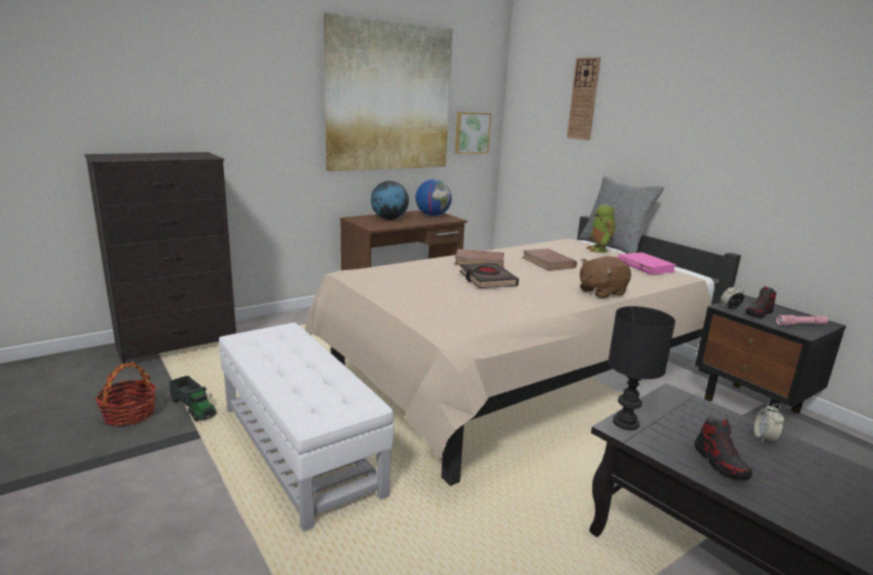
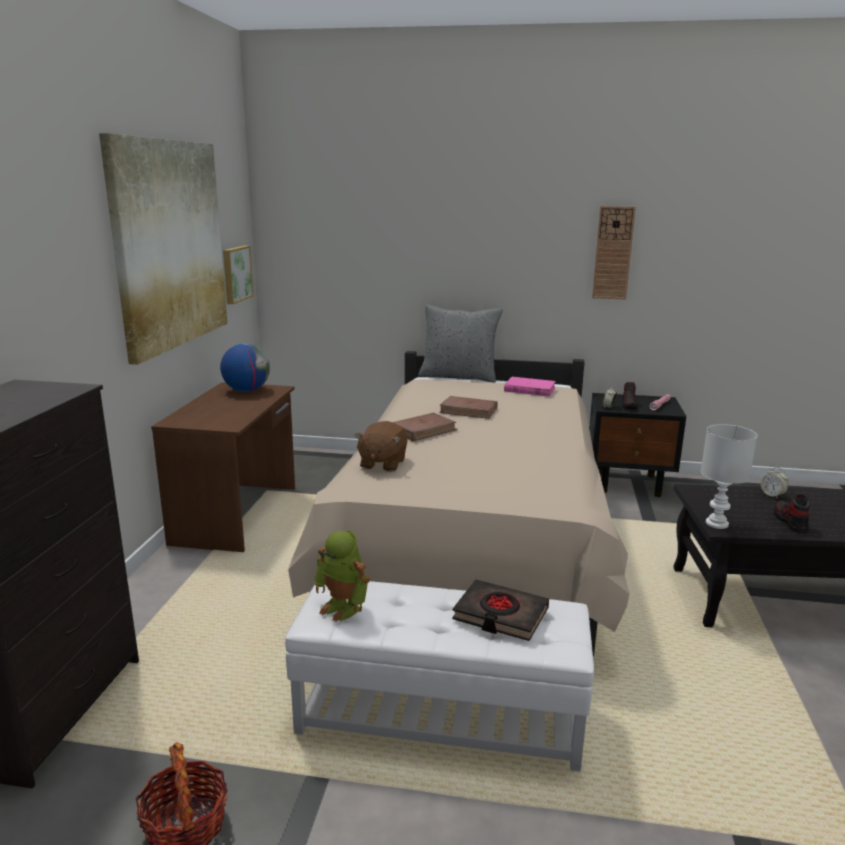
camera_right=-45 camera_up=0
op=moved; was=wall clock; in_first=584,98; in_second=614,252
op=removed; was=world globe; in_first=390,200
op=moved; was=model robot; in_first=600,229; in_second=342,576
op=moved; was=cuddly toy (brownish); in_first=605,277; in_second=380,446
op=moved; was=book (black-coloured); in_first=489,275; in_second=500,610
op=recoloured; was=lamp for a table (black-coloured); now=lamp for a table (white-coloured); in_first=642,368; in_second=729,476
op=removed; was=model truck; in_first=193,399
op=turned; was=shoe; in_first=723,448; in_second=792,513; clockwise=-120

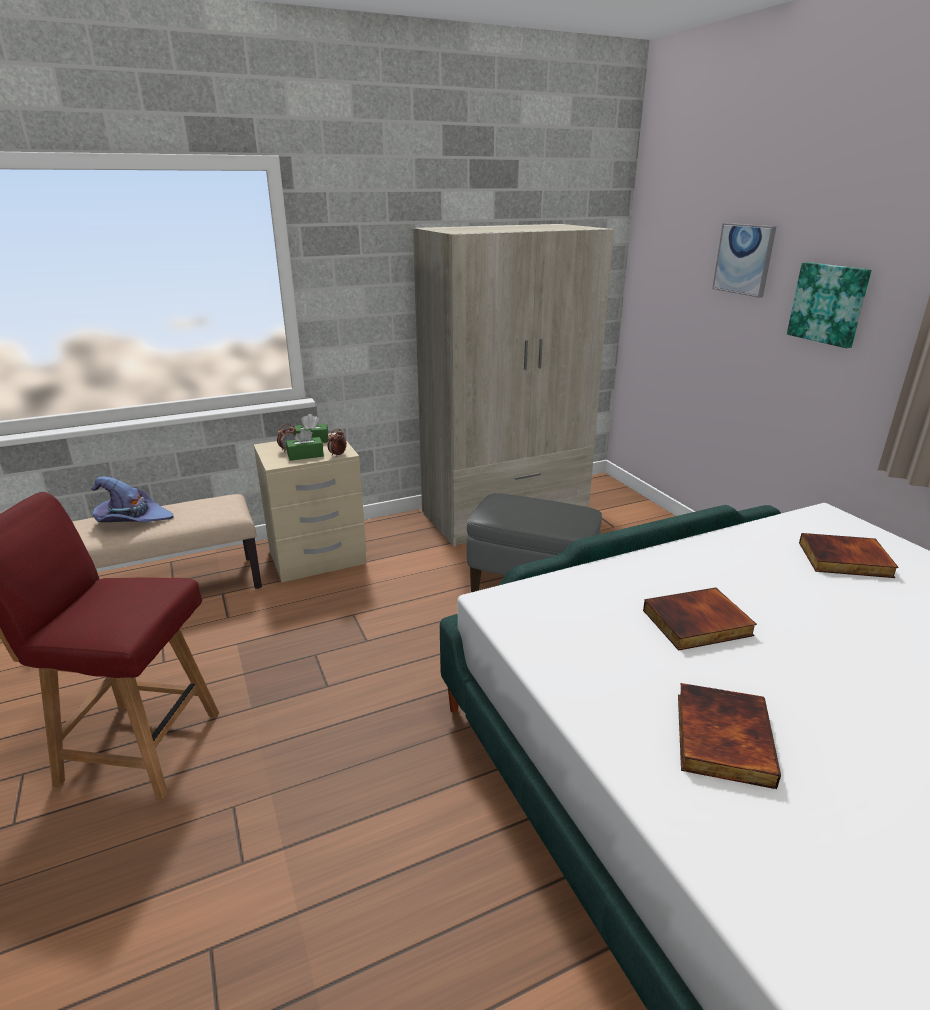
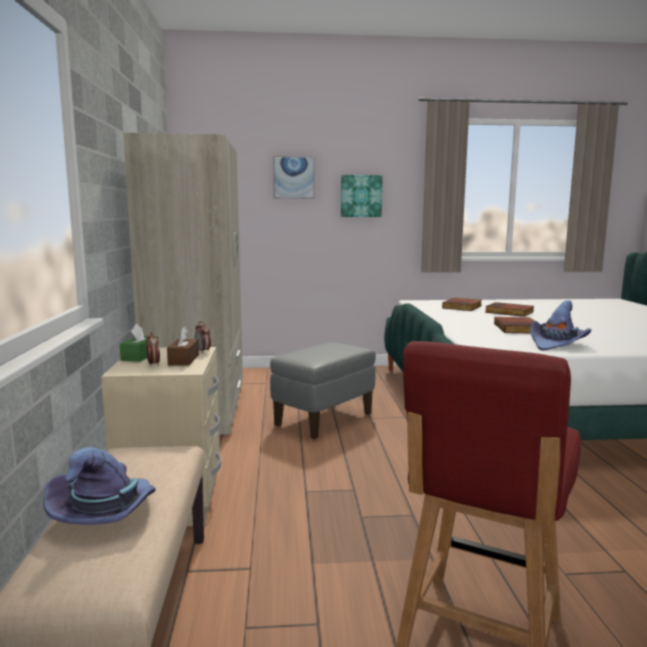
camera_right=-70 camera_up=-15
op=recoloured; was=box of tissues (greenish); now=box of tissues (brownish); in_first=305,445; in_second=183,346
op=moved; was=book; in_first=729,736; in_second=509,309
op=added; now=clothing hat (purple-coloured); in_second=561,325

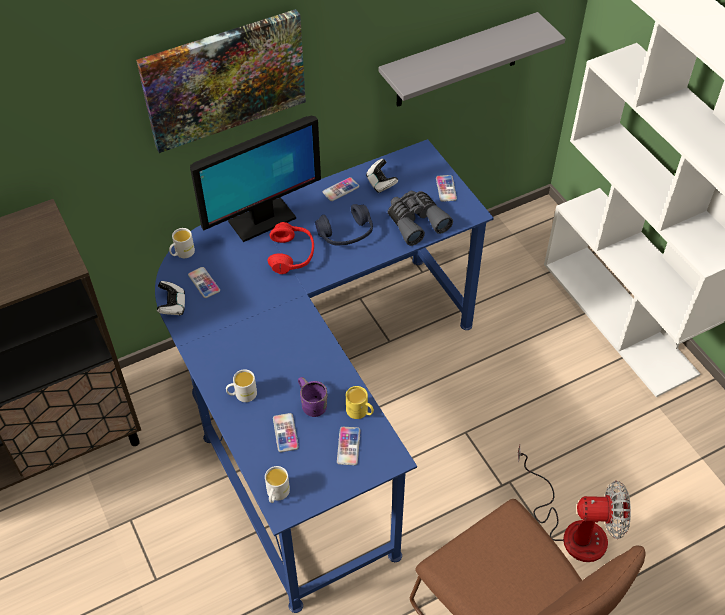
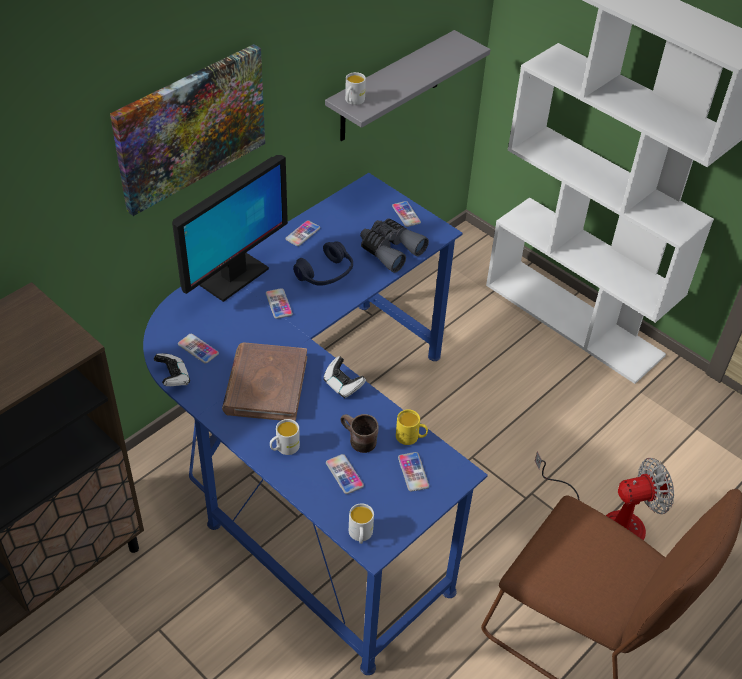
camera_right=-20 camera_up=-5
op=moved; was=joypad; in_first=382,176; in_second=344,377
op=replaced; was=headphones (reddish); now=telephone; in_first=291,248; in_second=279,303
op=moved; was=mug (white-coloured); in_first=182,243; in_second=355,88
op=recoloured; was=mug (purple-coloured); now=mug (brownish); in_first=312,397; in_second=359,433
op=added; now=book (brownish); in_second=264,381

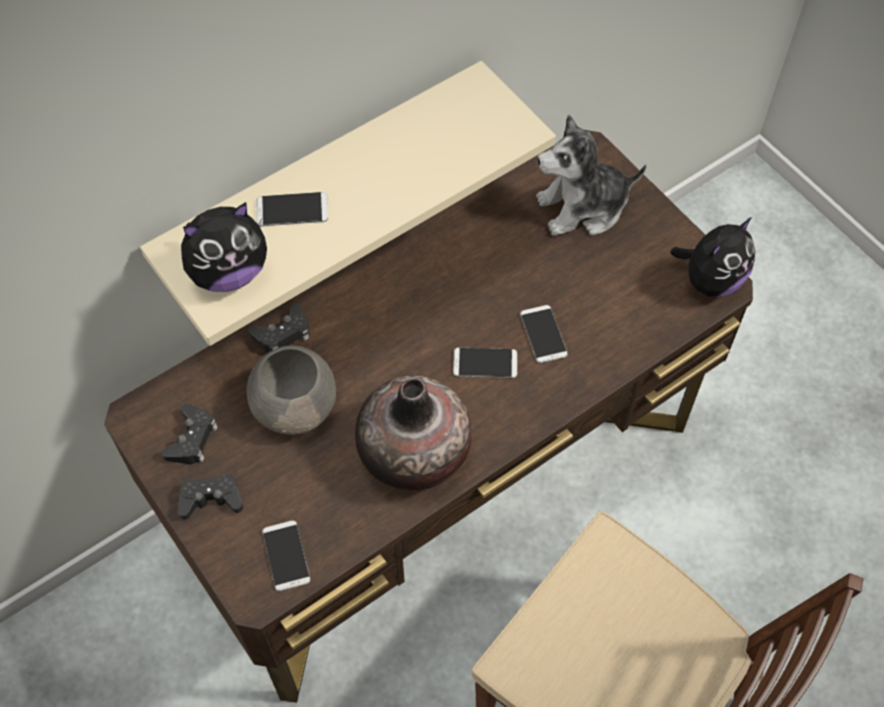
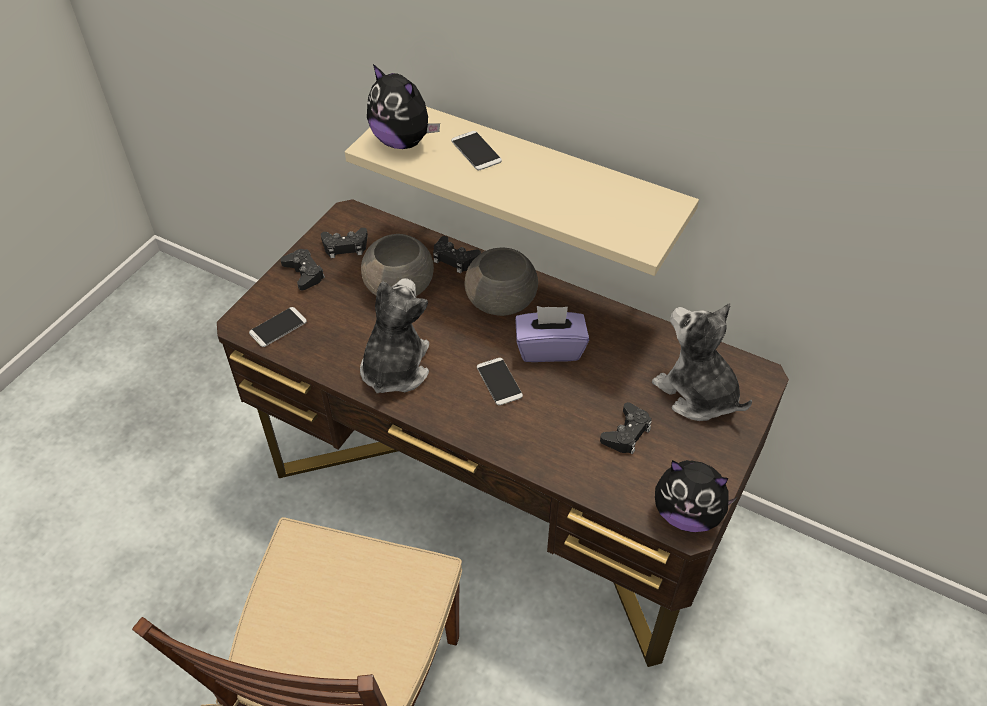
camera_right=65 camera_up=-10
op=removed; was=telephone; in_first=544,334
op=replaced; was=flower vase; now=cuddly toy; in_first=413,433; in_second=394,335
op=added; now=serving bowl (greyish); in_second=501,282
op=added; now=box of tissues (purple-coloured); in_second=552,334
op=added; now=joypad (black-coloured); in_second=626,428

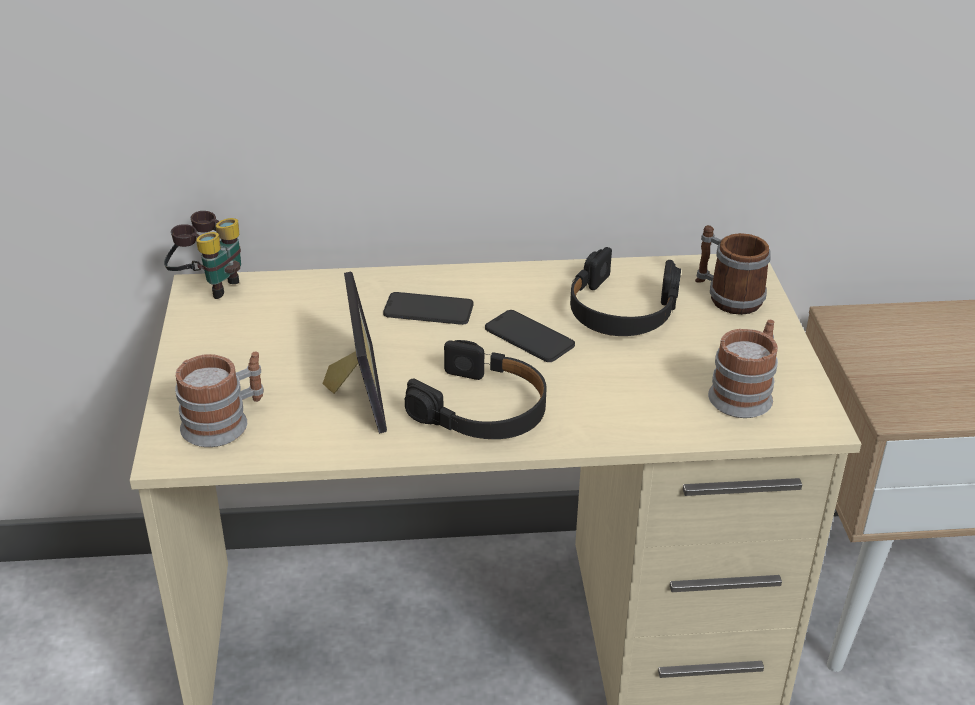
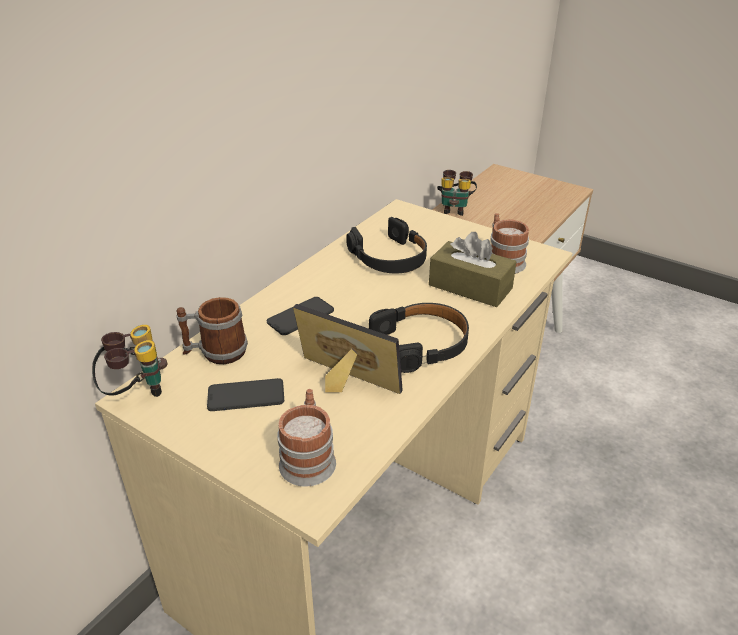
camera_right=-50 camera_up=0
op=moved; was=mug; in_first=733,270; in_second=212,330
op=moved; was=telephone; in_first=530,336; in_second=245,394
op=added; now=binoculars; in_second=457,193
op=added; now=box of tissues (brownish); in_second=473,269

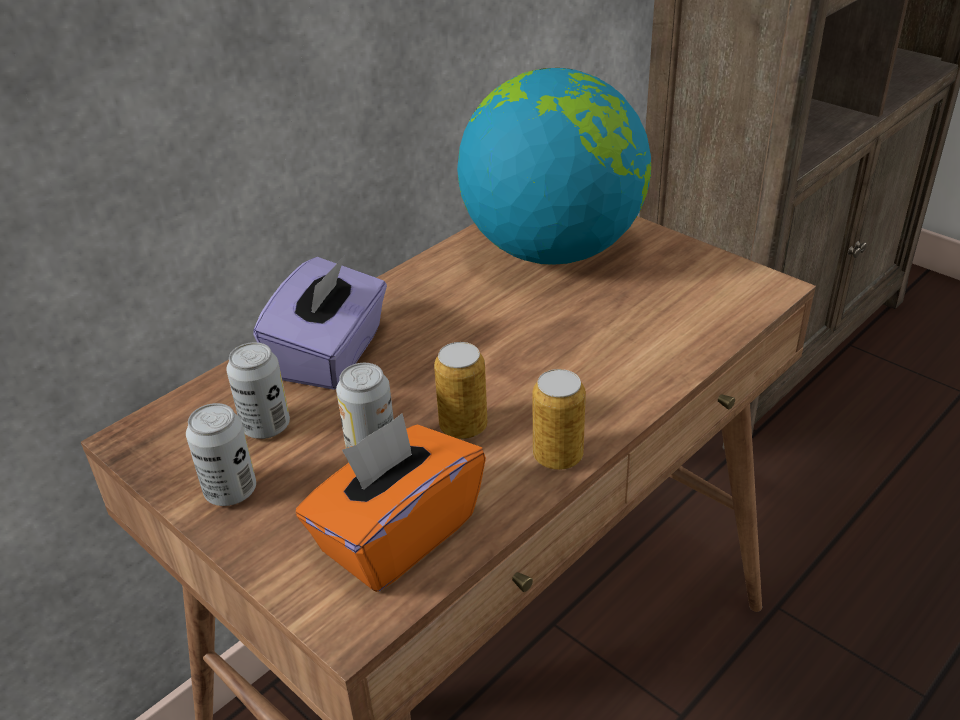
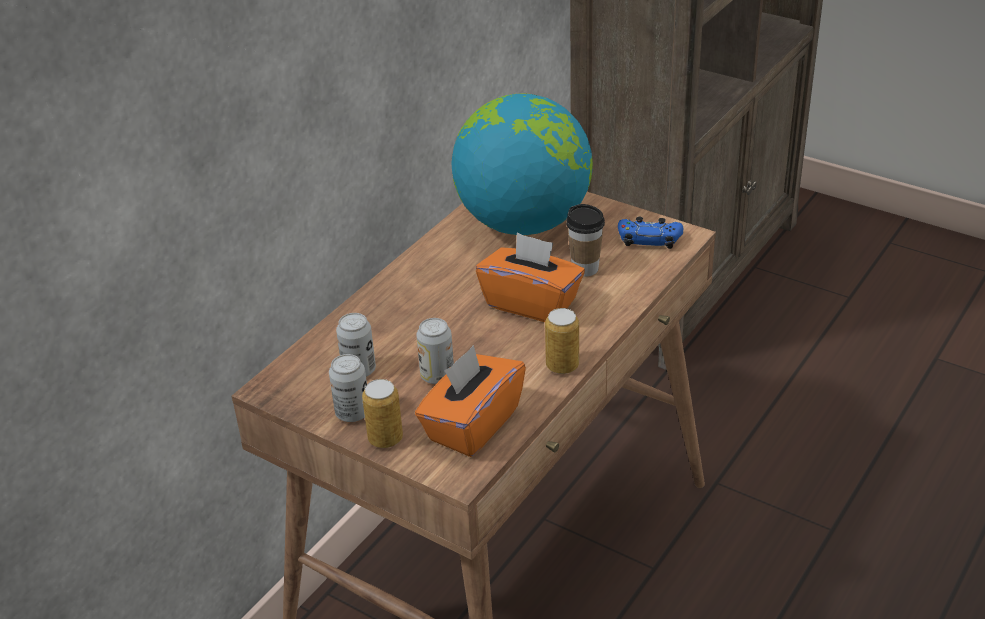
camera_right=-10 camera_up=0
op=removed; was=box of tissues (purple-coloured); in_first=320,322
op=moved; was=sealed can; in_first=461,390; in_second=382,413
op=added; now=small cup; in_second=585,240
op=added; now=joypad (blue-coloured); in_second=650,233
op=added; now=box of tissues (orange-coloured); in_second=530,277

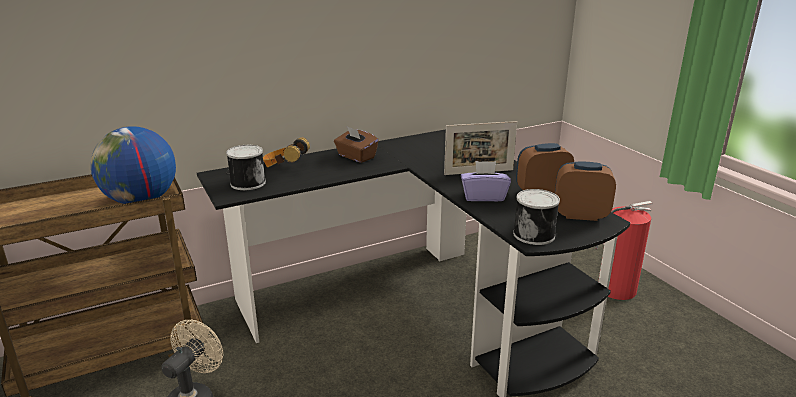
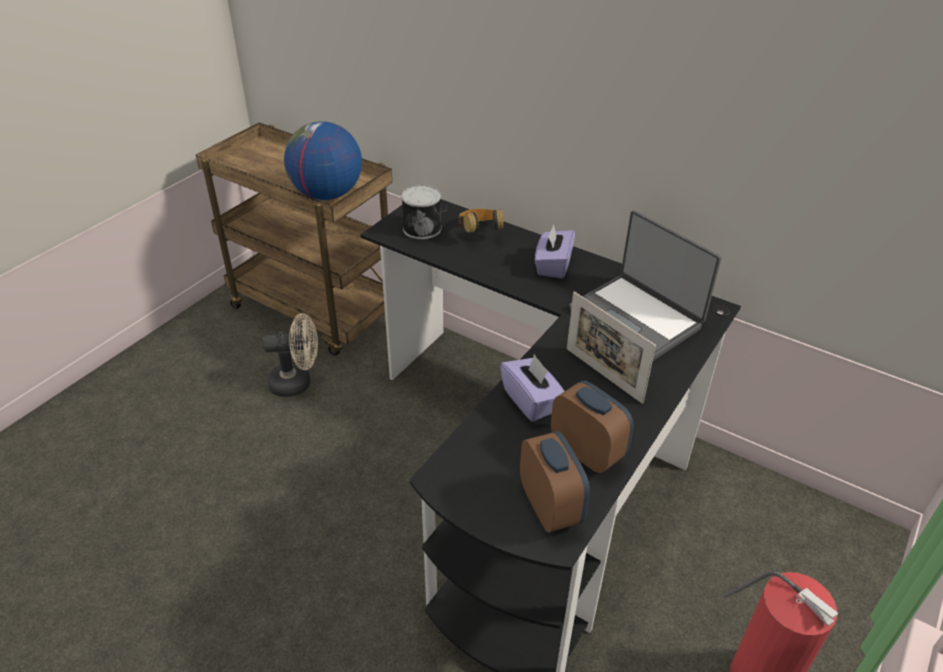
camera_right=60 camera_up=15
op=recoloured; was=box of tissues (brownish); now=box of tissues (purple-coloured); in_first=356,144; in_second=555,251
op=removed; was=sealed can; in_first=536,217
op=added; now=notebook computer; in_second=645,285

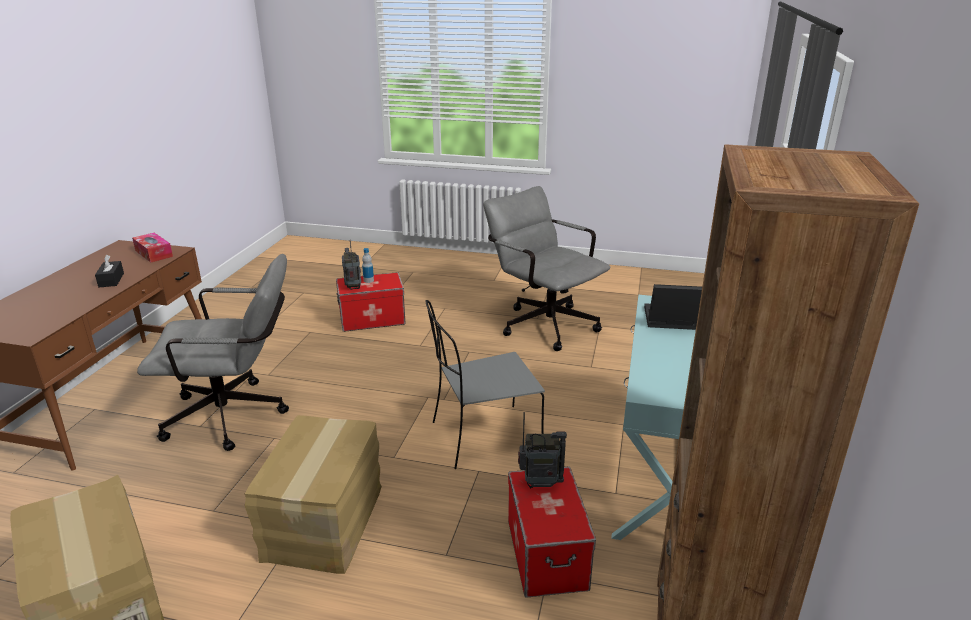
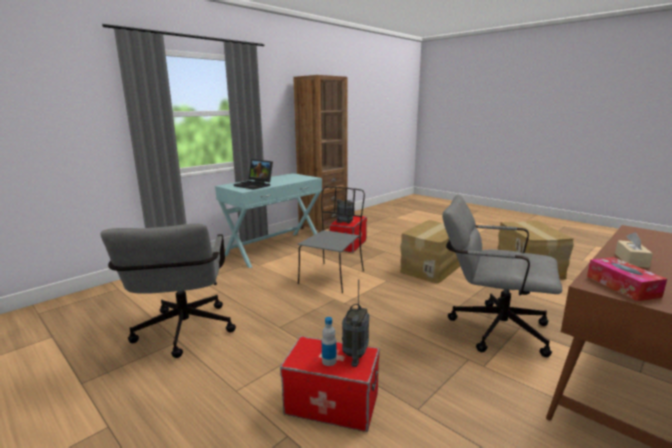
camera_right=-150 camera_up=-10
op=recoloured; was=box of tissues (black-coloured); now=box of tissues (sand-coloured); in_first=109,271; in_second=634,250
op=turned; was=plain chair (greyish); in_first=485,384; in_second=331,239; clockwise=-75

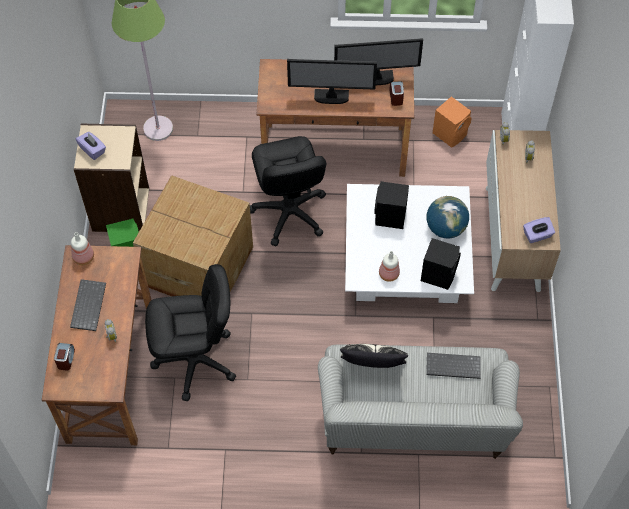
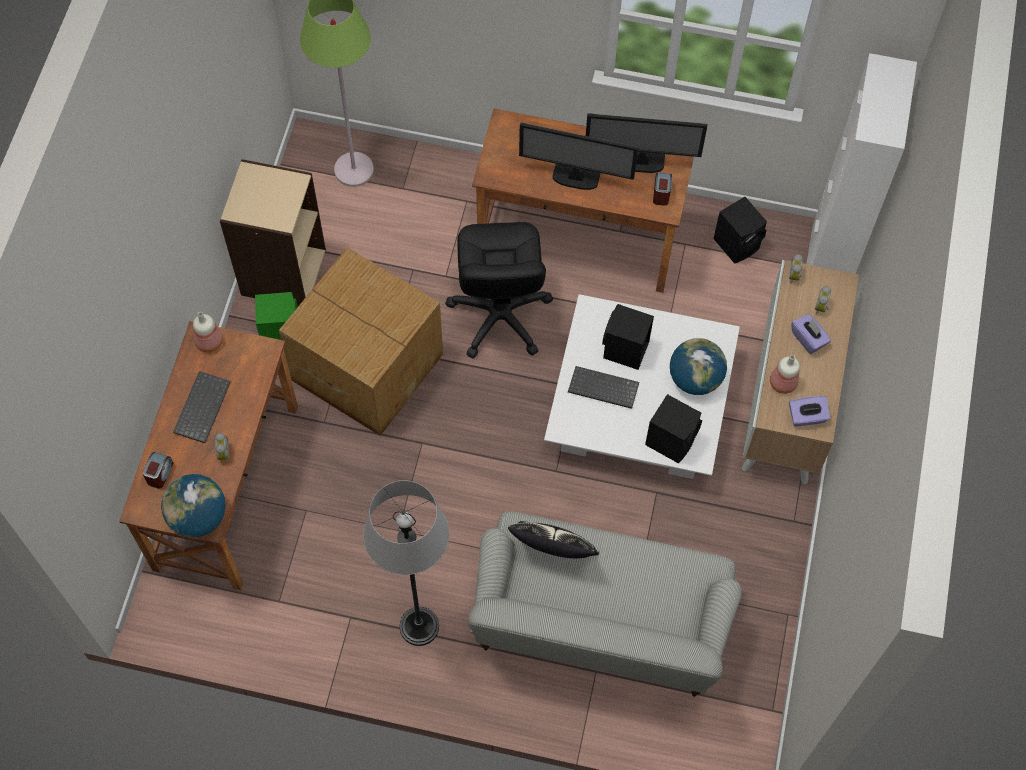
camera_right=10 camera_up=5
op=recoloured; was=audio speaker (orange-coloured); now=audio speaker (black-coloured); in_first=452,122; in_second=740,230
op=moved; was=box of tissues (purple-coloured); in_first=90,146; in_second=811,334
op=moved; was=beverage bottle; in_first=389,266; in_second=785,374
op=removed; was=office chair (black-coloured); in_first=190,332
op=moved; was=computer keyboard; in_first=453,366; in_second=603,387
op=added; now=world globe; in_second=193,506
op=added; now=standing lamp (greyish); in_second=406,563

